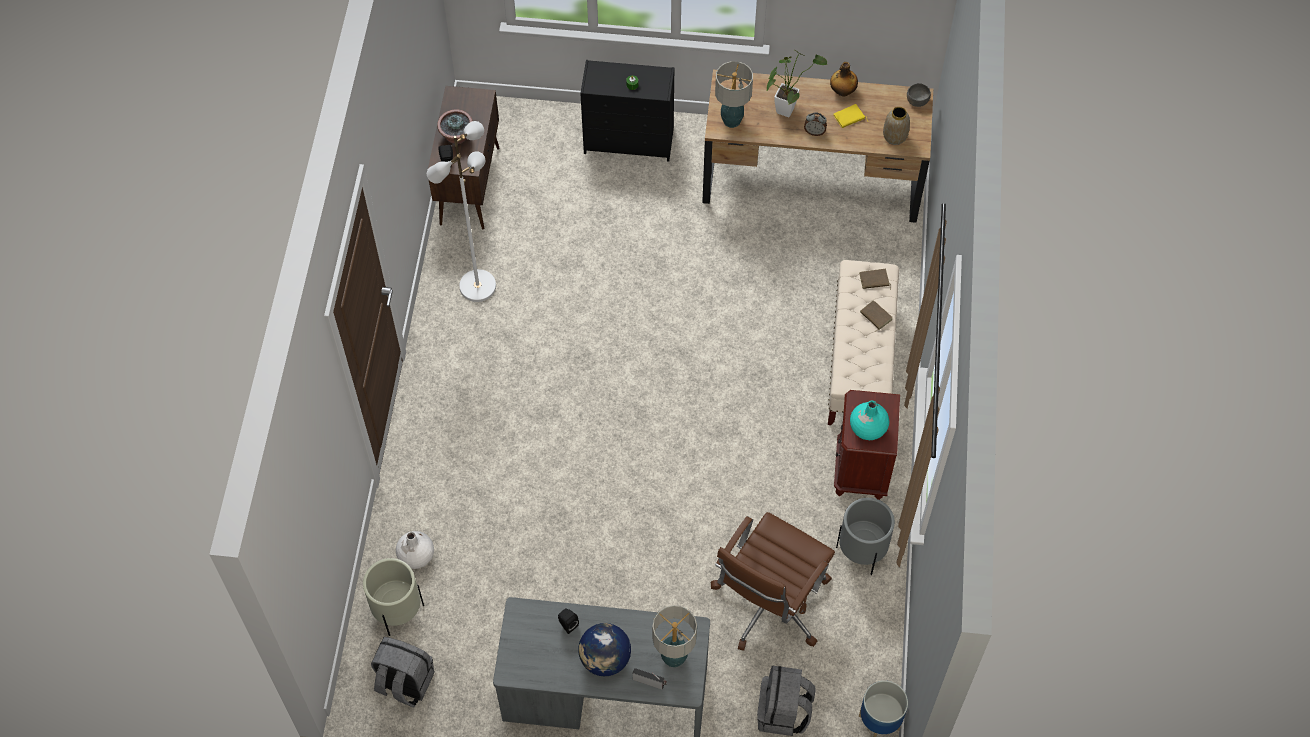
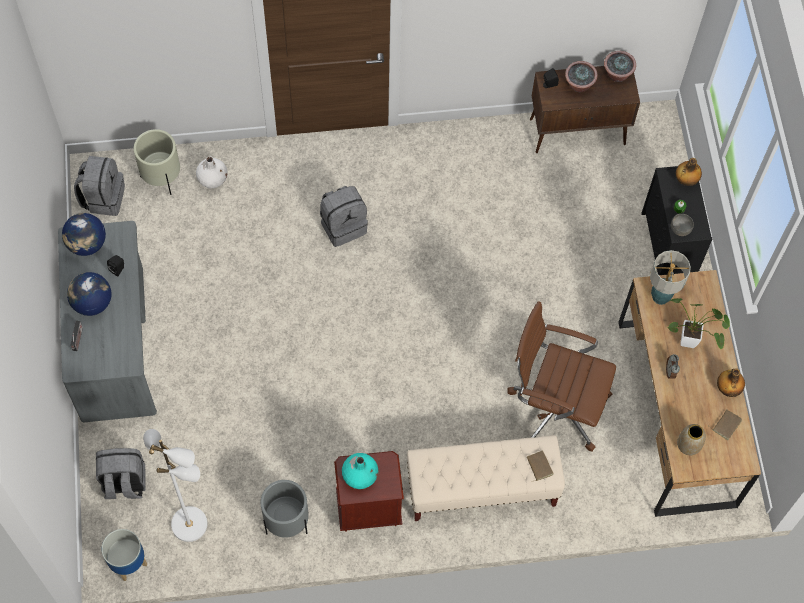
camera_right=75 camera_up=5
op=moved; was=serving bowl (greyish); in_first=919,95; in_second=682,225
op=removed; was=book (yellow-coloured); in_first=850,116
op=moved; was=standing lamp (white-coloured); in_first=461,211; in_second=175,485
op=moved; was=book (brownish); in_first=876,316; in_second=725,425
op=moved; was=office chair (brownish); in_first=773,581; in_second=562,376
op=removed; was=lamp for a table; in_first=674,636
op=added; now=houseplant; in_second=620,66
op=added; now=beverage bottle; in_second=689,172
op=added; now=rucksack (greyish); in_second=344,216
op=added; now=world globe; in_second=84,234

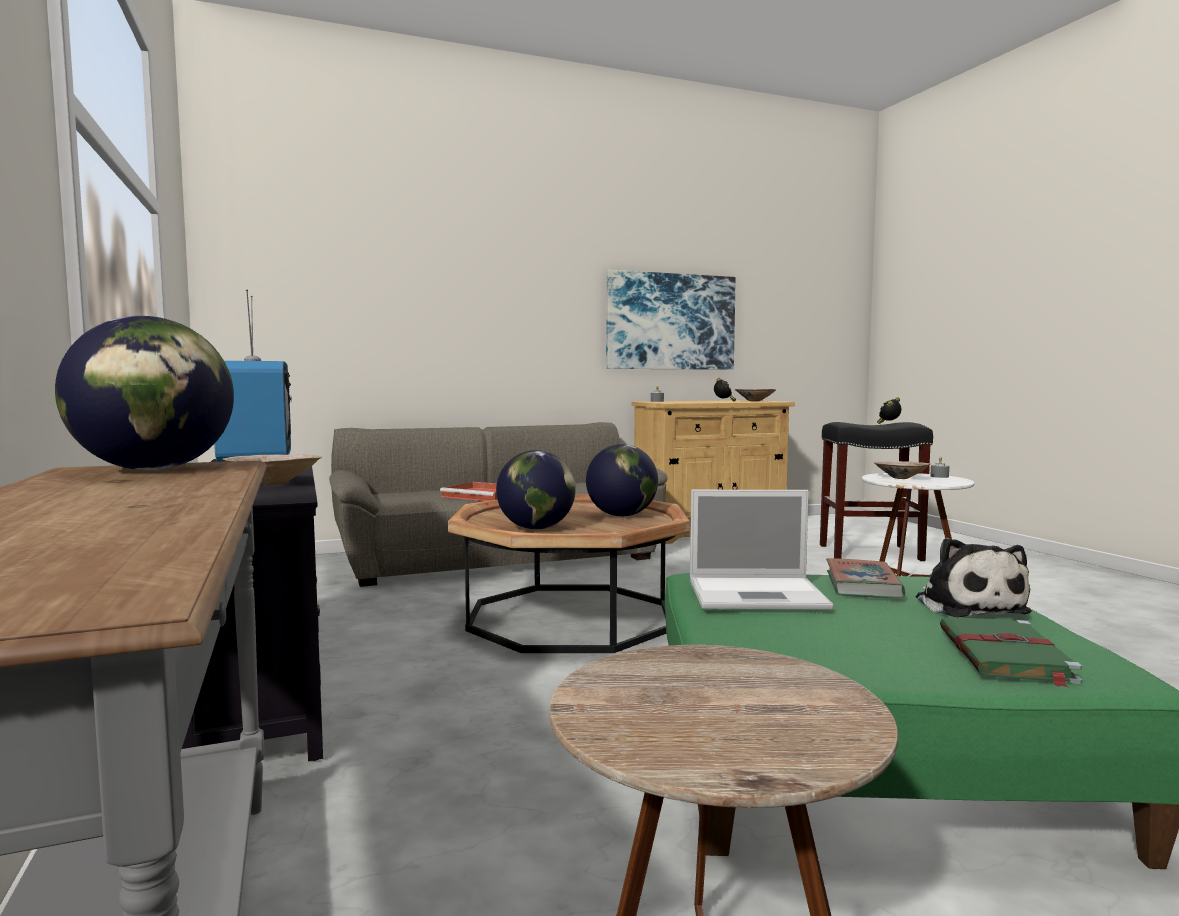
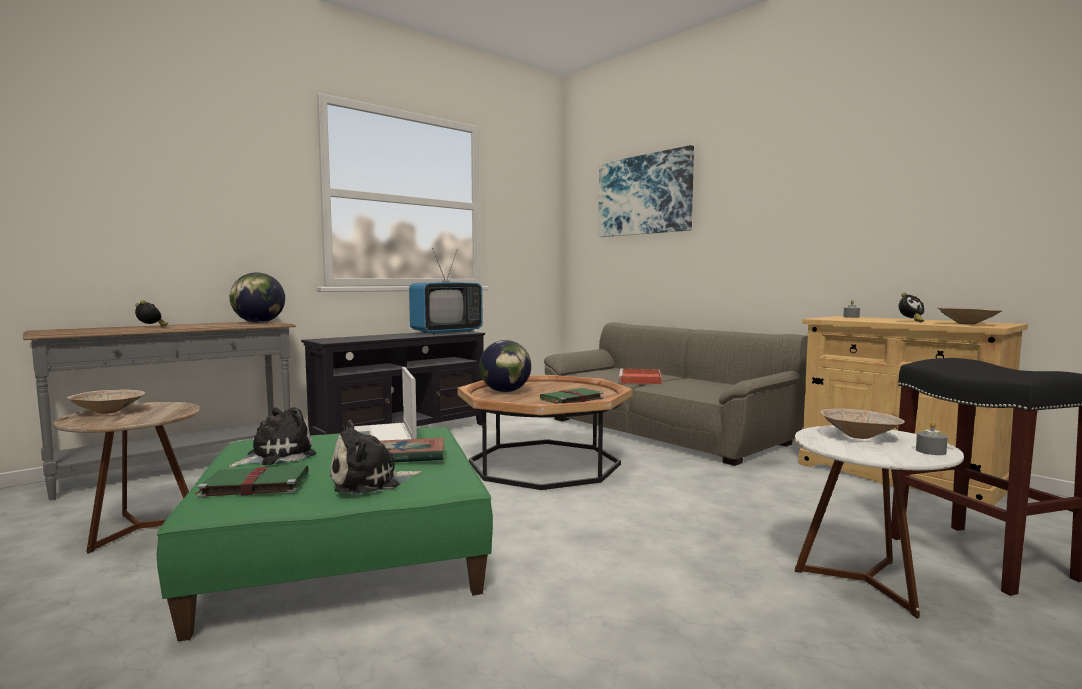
camera_right=70 camera_up=0
op=moved; was=wall picture; in_first=671,320; in_second=646,191
op=moved; was=bedside clock; in_first=889,410; in_second=151,313
op=replaced; was=world globe; now=book (greenish); in_first=622,480; in_second=571,396
op=moved; was=serving bowl (sand-coloured); in_first=272,469; in_second=106,401
op=added; now=cuddly toy; in_second=272,437

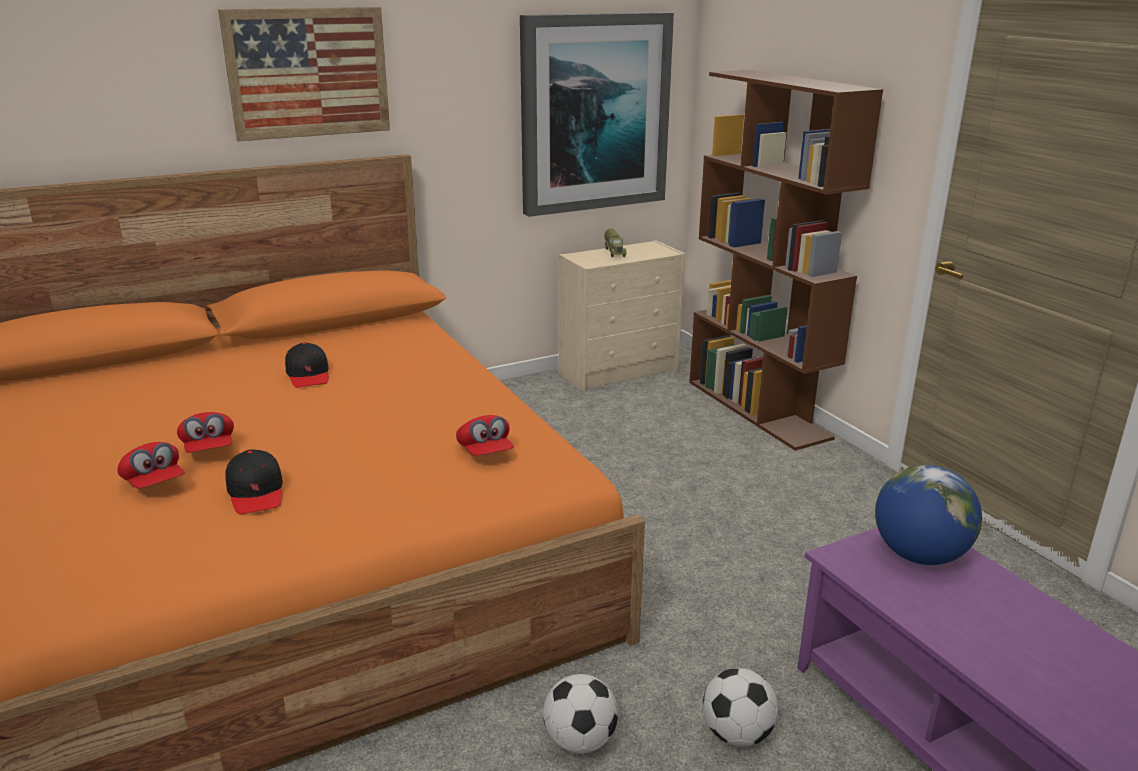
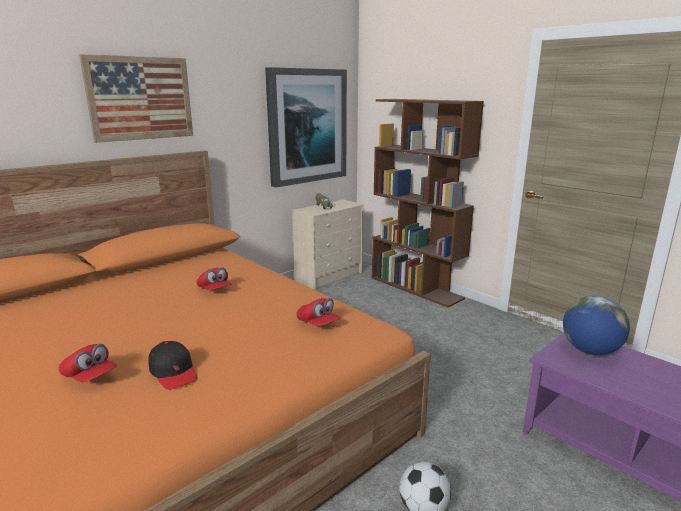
camera_right=-15 camera_up=-5
op=removed; was=baseball cap (black-coloured); in_first=307,365
op=moved; was=baseball cap (reddish); in_first=205,432; in_second=214,278
op=removed; was=ball for football; in_first=740,707

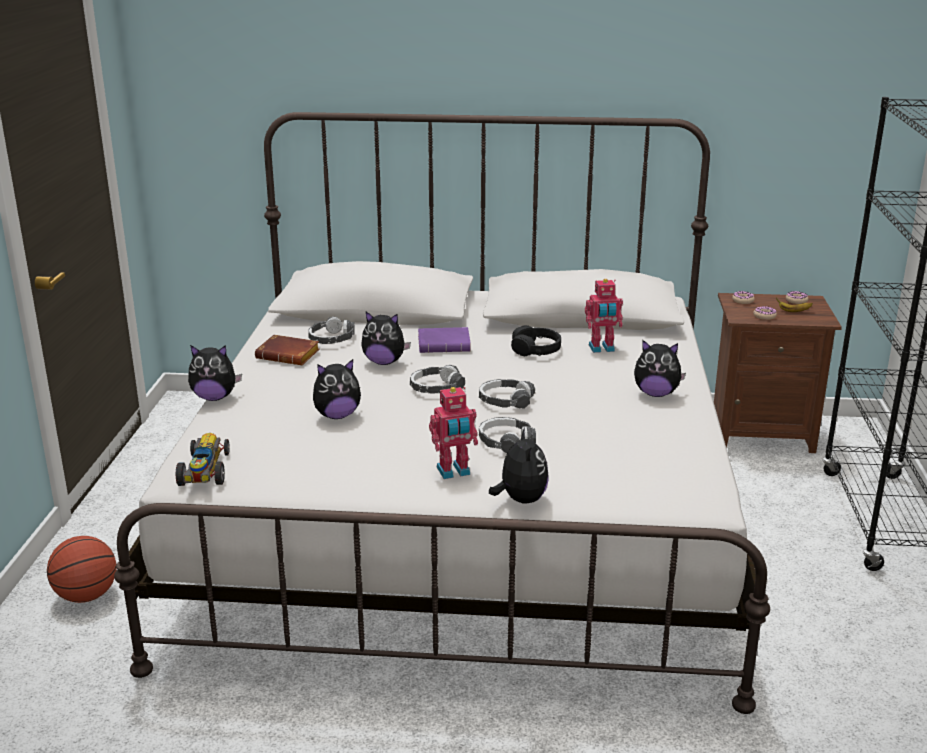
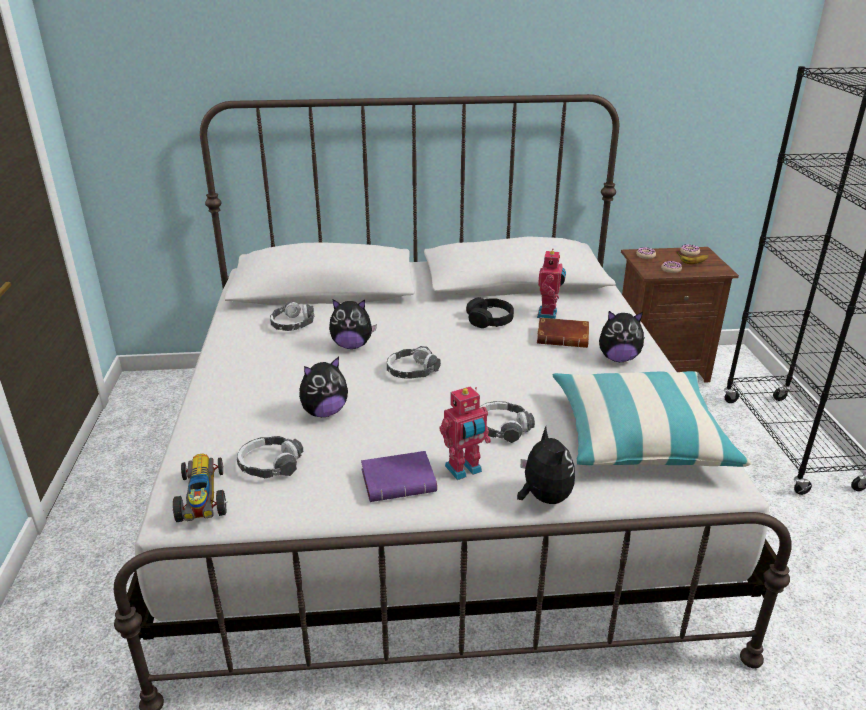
camera_right=-10 camera_up=5
op=turned; was=model robot; in_first=604,316; in_second=551,284; clockwise=-60
op=moved; was=book (purple-coloured); in_first=444,340; in_second=399,476
op=moved; was=book (brownish); in_first=287,350; in_second=563,333
op=removed; was=cuddly toy; in_first=215,373
op=moved; was=headphones; in_first=507,394; in_second=270,457
op=removed; was=ball for basketball; in_first=82,569
op=added; now=throw pillow; in_second=652,419

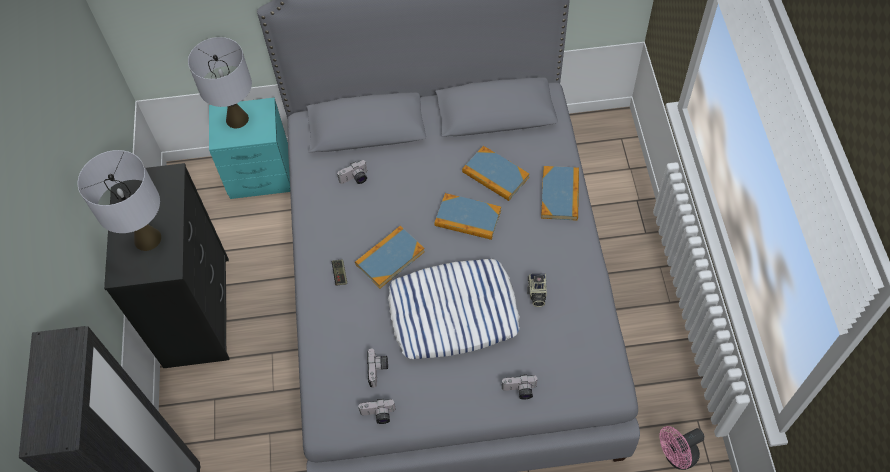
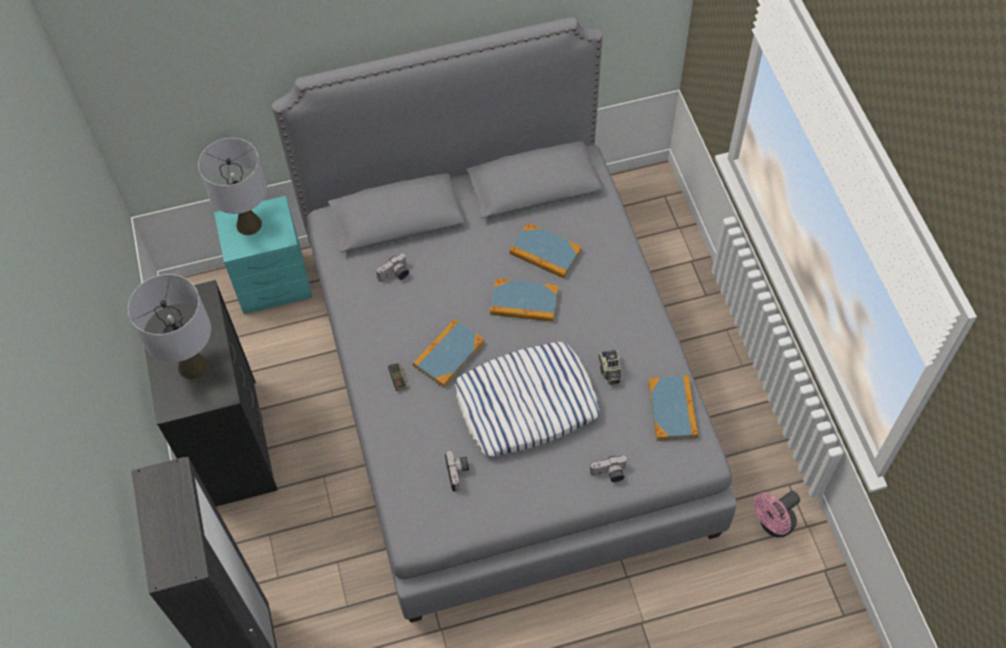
camera_right=-10 camera_up=0
op=moved; was=book; in_first=560,193; in_second=673,408
op=removed; was=photo camera; in_first=377,411

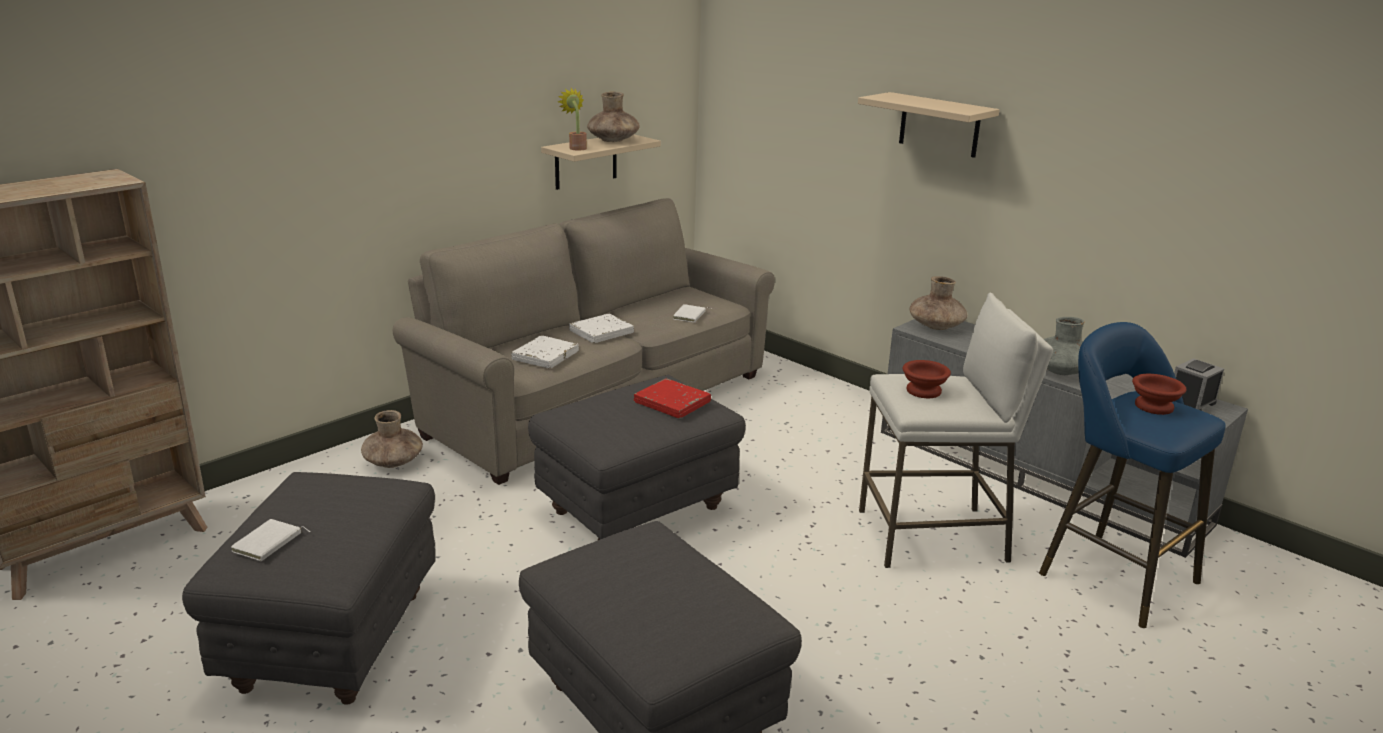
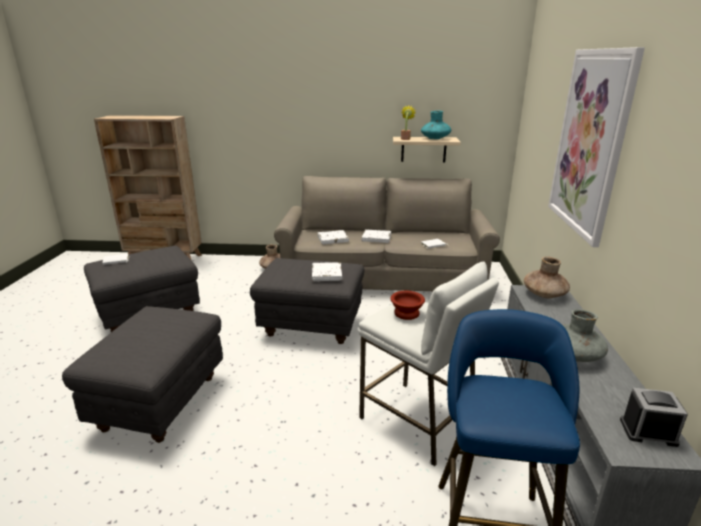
camera_right=50 camera_up=0
op=recoloured; was=flower vase (brownish); now=flower vase (turquoise-coloured); in_first=613,117; in_second=436,125
op=replaced; was=wall shelf (sand-coloured); now=wall picture; in_first=929,125; in_second=596,147
op=removed; was=serving bowl (brownish); in_first=1159,394
op=recoloured; was=book (reddish); now=book (white-coloured); in_first=672,398; in_second=327,271

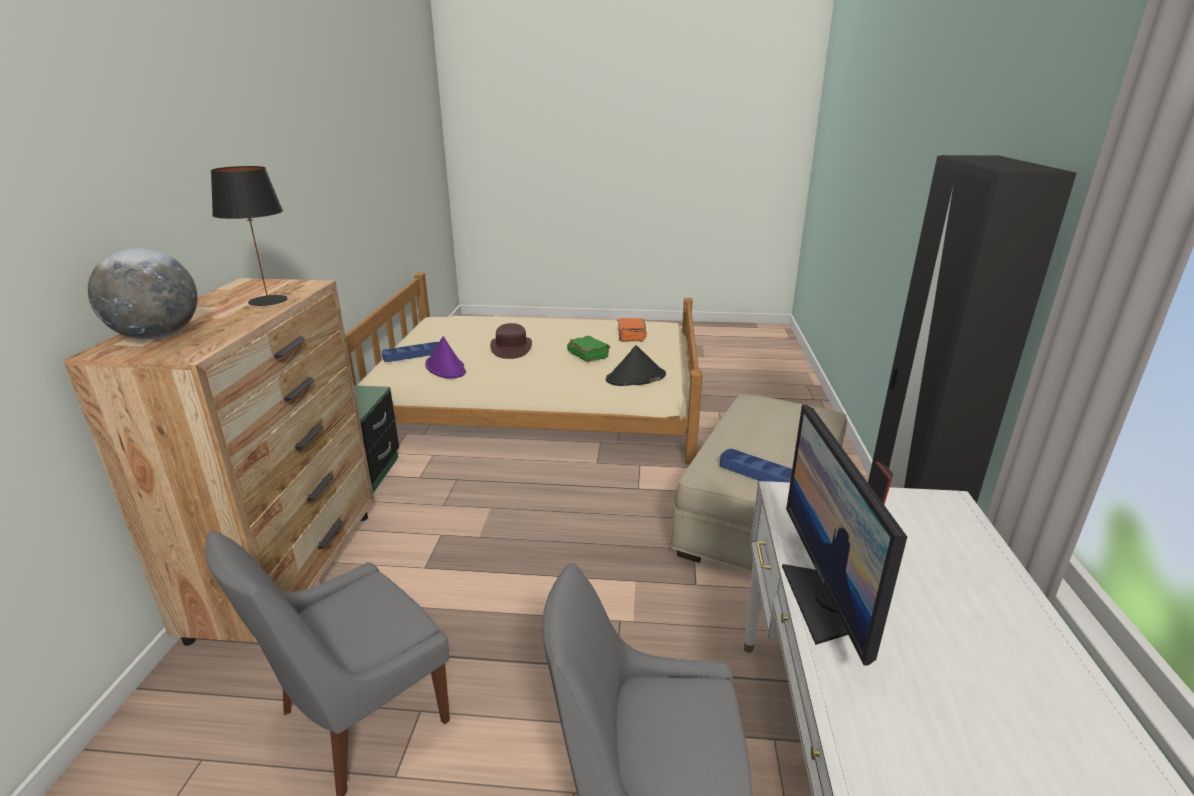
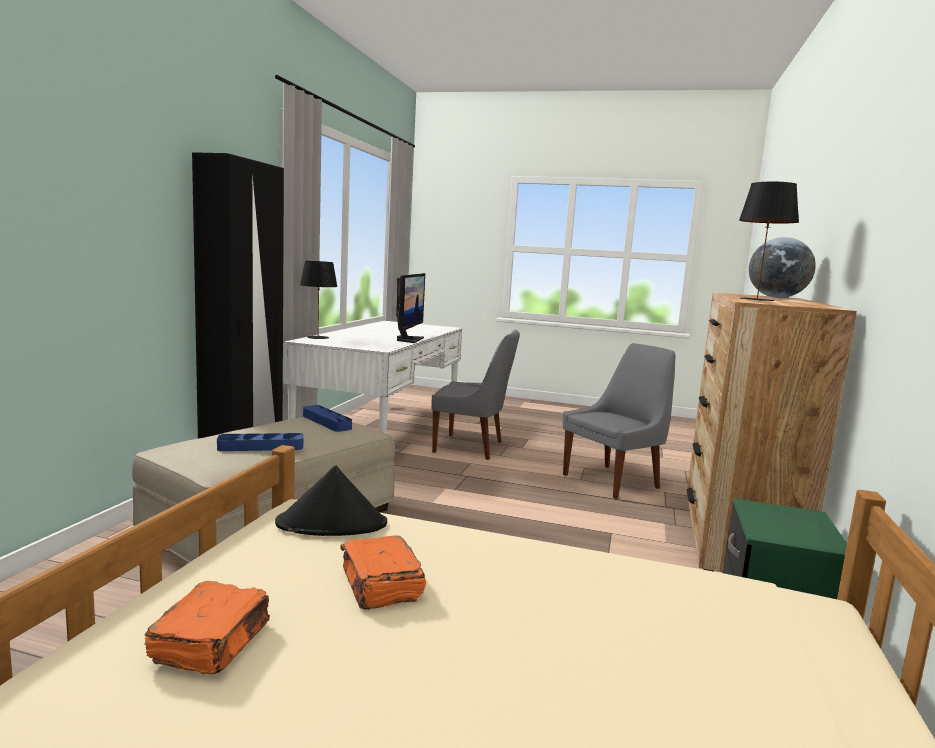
camera_right=-170 camera_up=-15
op=removed; was=clothing hat (brownish); in_first=511,341
op=removed; was=clothing hat (purple-coloured); in_first=445,357
op=recoloured; was=book (greenish); now=book (orange-coloured); in_first=588,349; in_second=383,572
op=moved; was=carrying tray (blue-coloured); in_first=410,352; in_second=260,442
op=added; now=lamp for a table (black-coloured); in_second=319,300

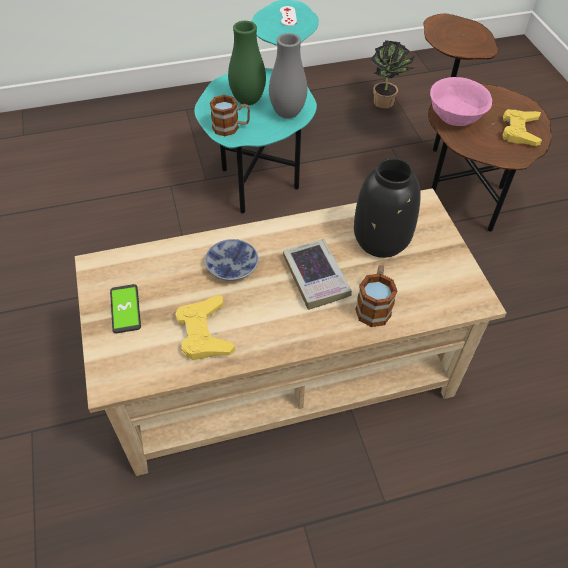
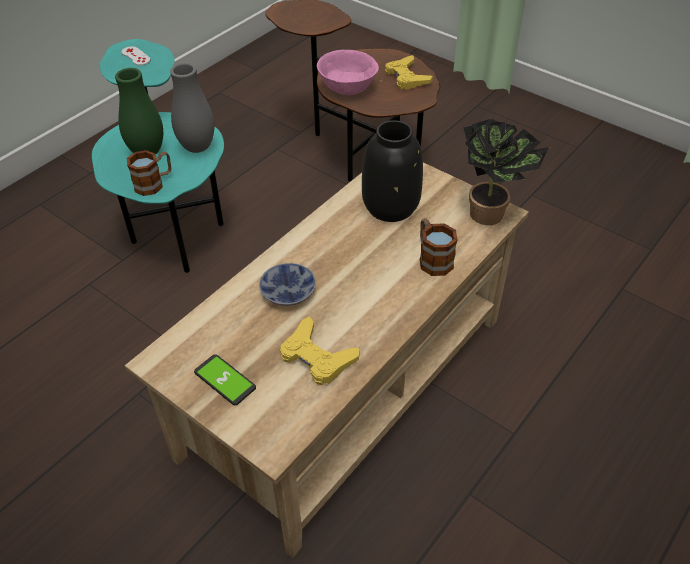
camera_right=-35 camera_up=-5
op=moved; was=houseplant; in_first=392,74; in_second=506,171
op=removed; was=book; in_first=317,274

